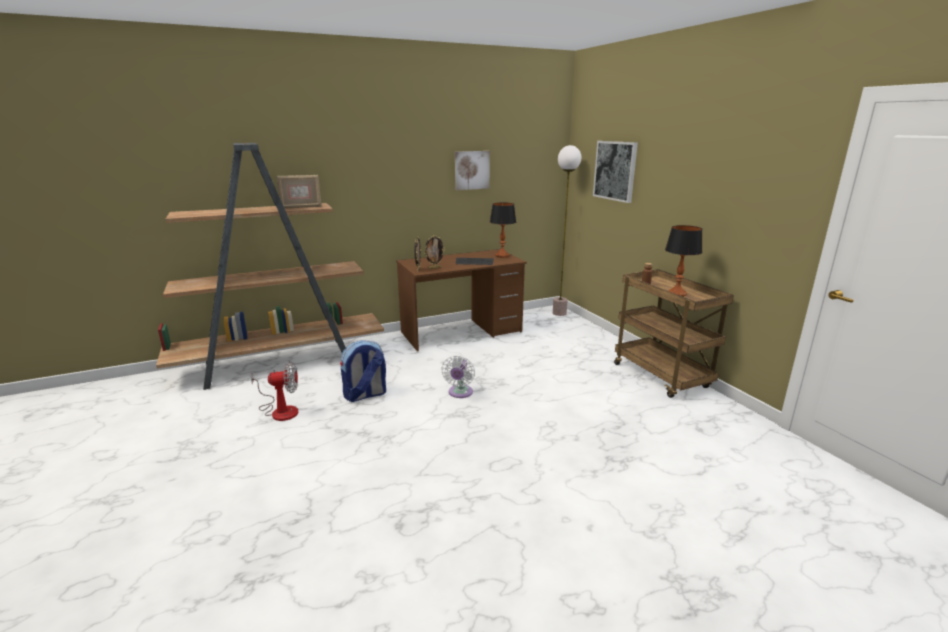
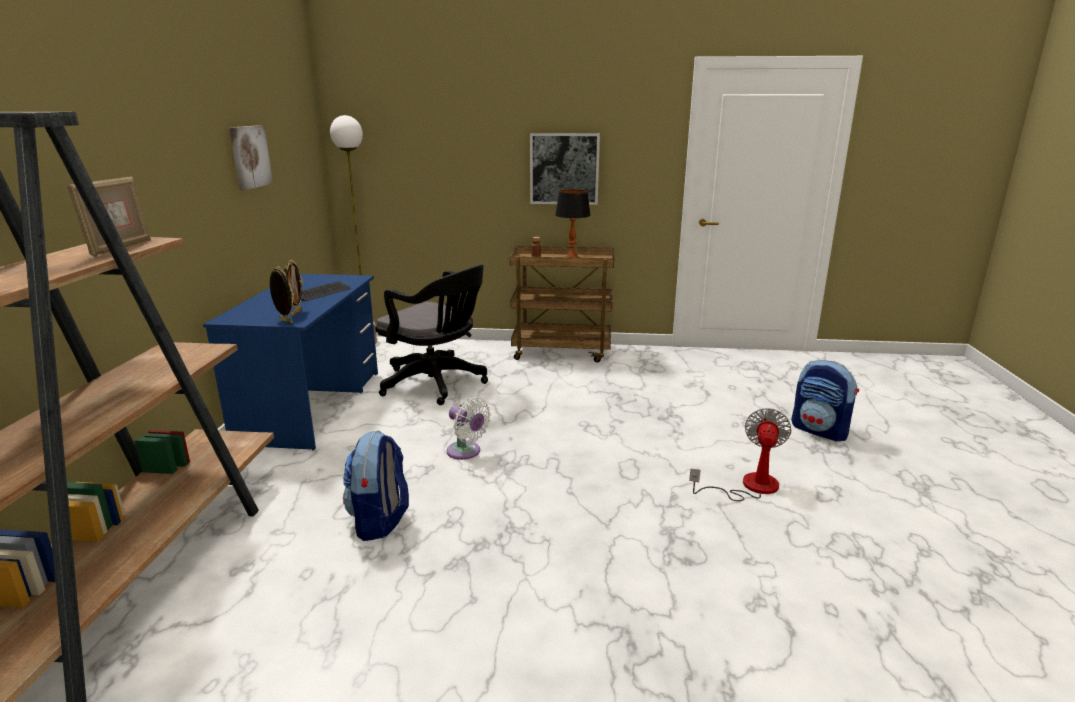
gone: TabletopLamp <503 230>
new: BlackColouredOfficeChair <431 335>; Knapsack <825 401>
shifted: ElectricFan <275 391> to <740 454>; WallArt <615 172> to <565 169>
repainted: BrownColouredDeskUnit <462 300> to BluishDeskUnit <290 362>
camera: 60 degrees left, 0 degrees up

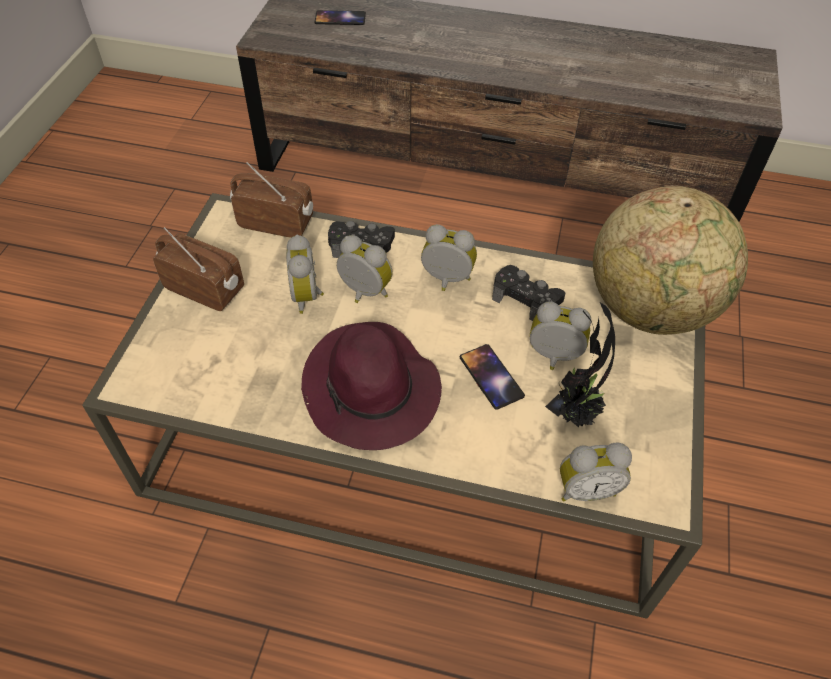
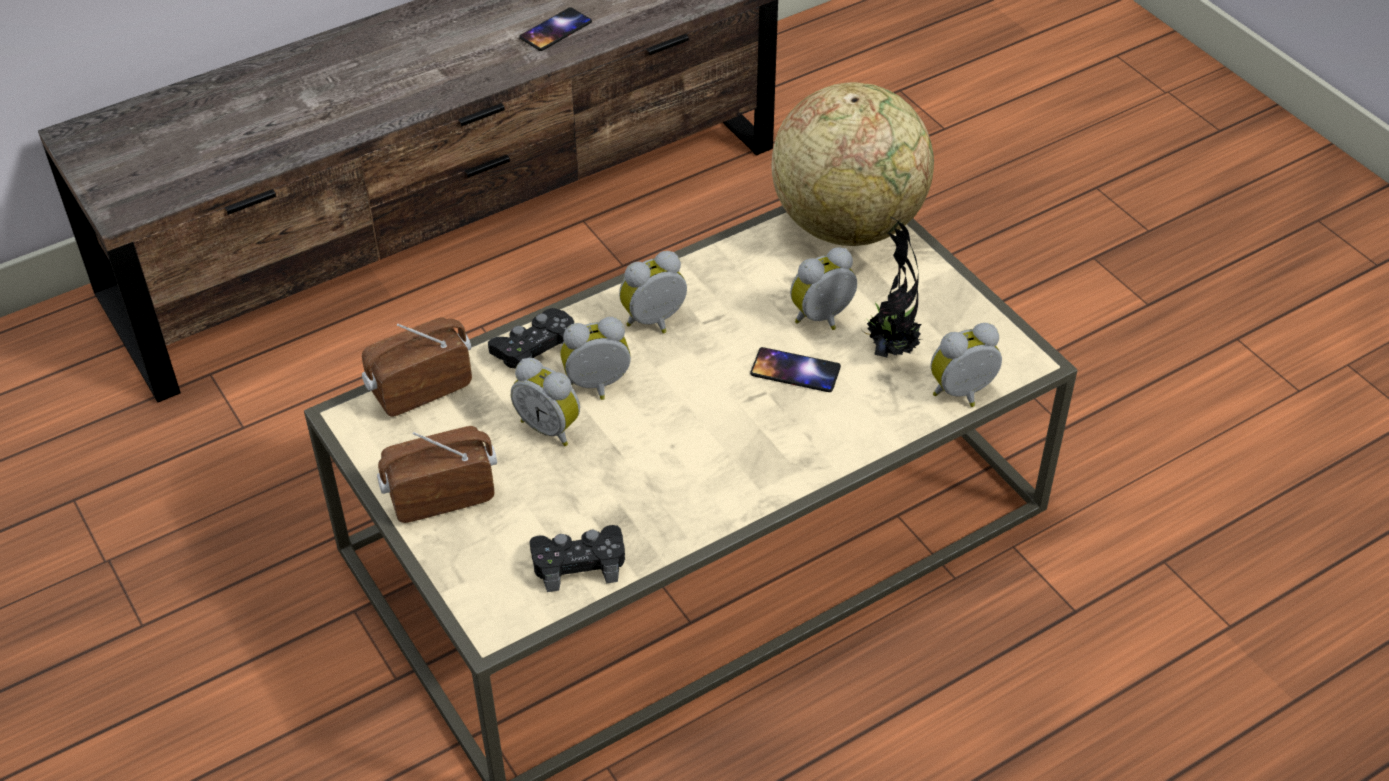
gone: PurpleHat <371 386>
shifted: Handset <340 17> to <555 29>; BlackColouredGameController <528 293> to <577 558>
rotated: AlarmClock <596 471> = <966 365> 150 degrees counterclockwise
camera: 45 degrees left, 5 degrees down

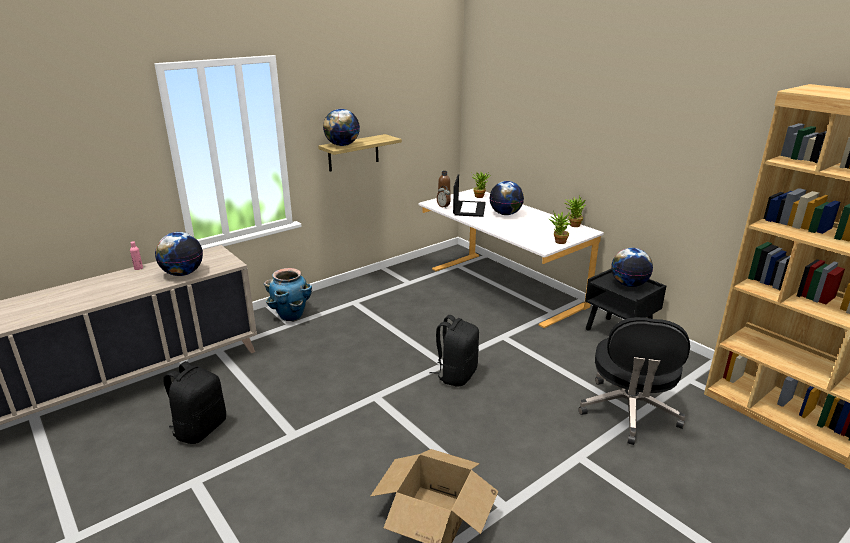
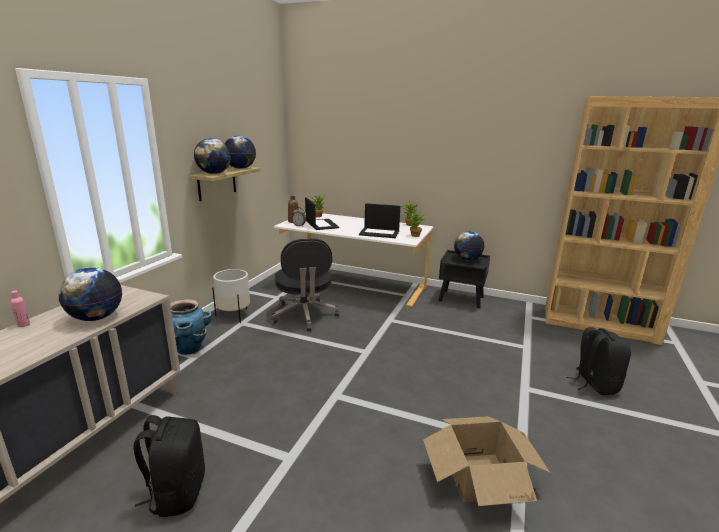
new: WhitePlantPot <231 296>; NotebookComputer <379 220>
shifted: BlackColouredKnapsack <454 350> to <599 361>; DeskGlobe <507 198> to <240 152>; BlackColouredOfficeChair <634 381> to <305 284>
camera: 30 degrees left, 5 degrees down

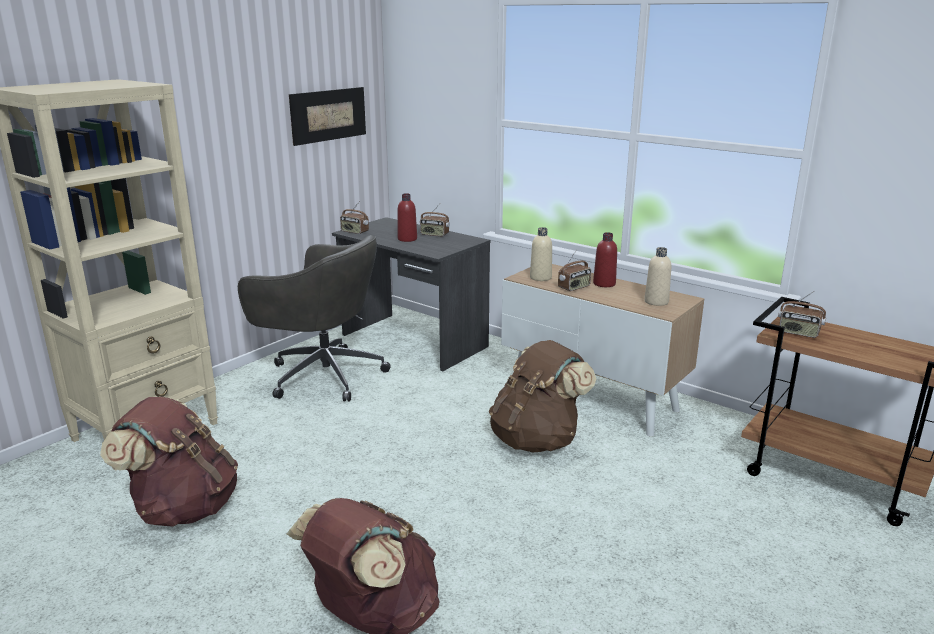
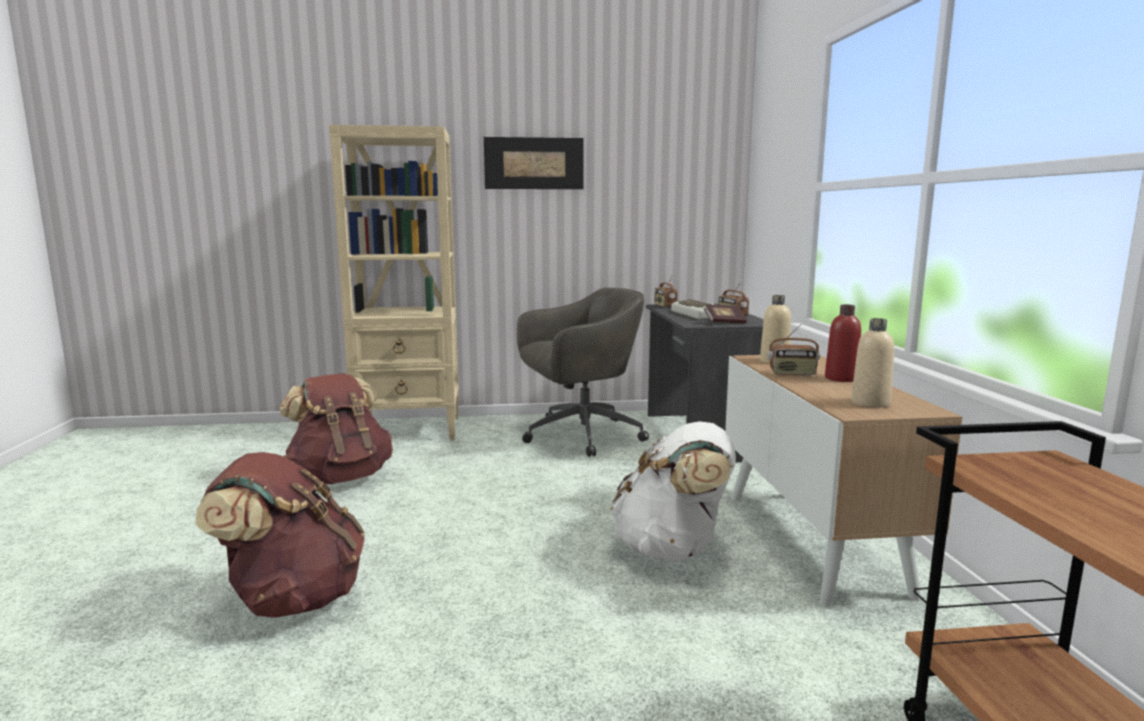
gone: RadioSet <802 314>
new: BoundBook <725 314>
shifted: WallArt <327 116> to <534 163>
swapped: RedColouredBeverageBottle <407 217> to ComputerKeyboard <693 309>
repainted: BrownColouredKnapsack <542 396> to WhiteKnapsack <673 491>
rotated: GreyOfficeChair <314 318> = <583 372> 90 degrees counterclockwise
camera: 45 degrees right, 10 degrees down

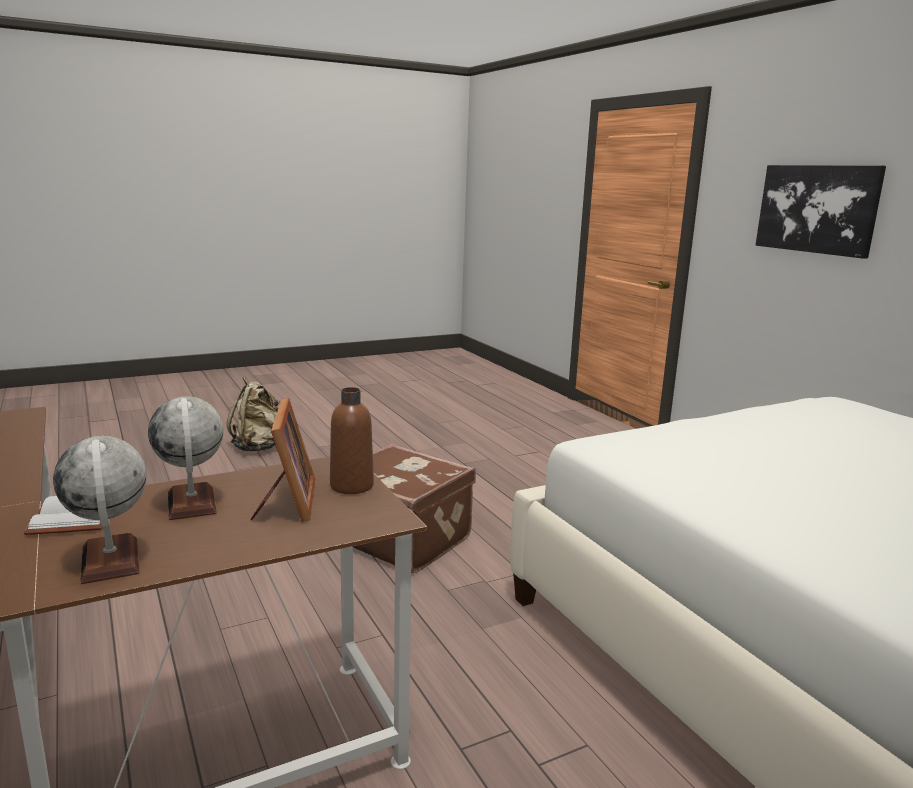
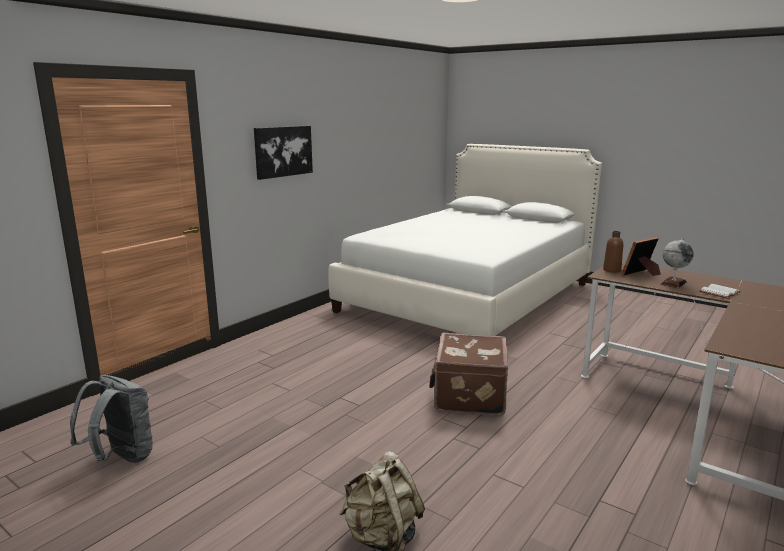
gone: DeskGlobe <99 510>
new: GreyKnapsack <111 419>
camera: 115 degrees left, 0 degrees up

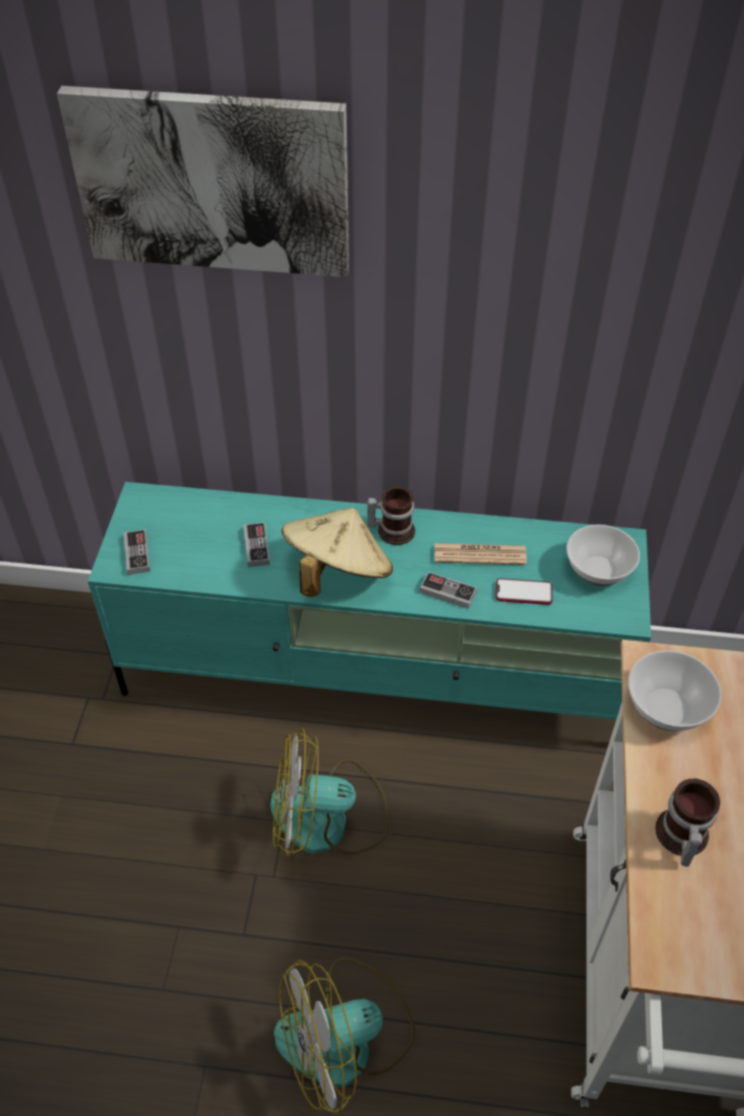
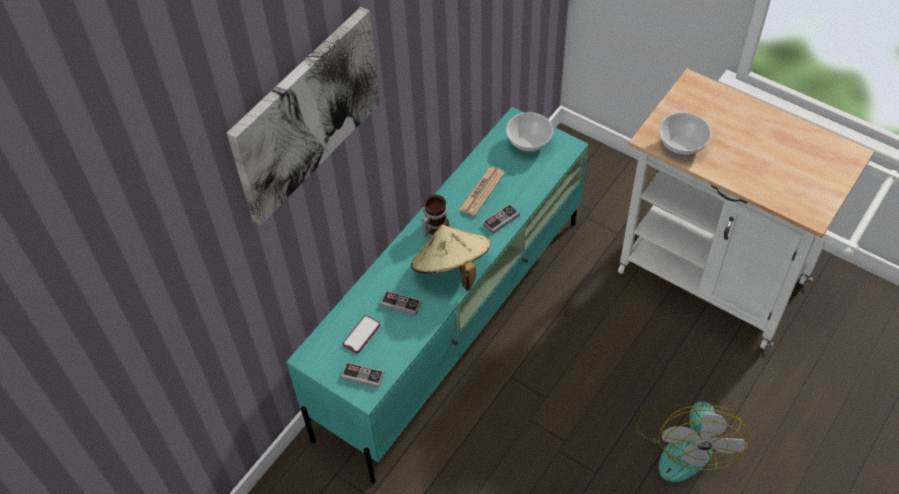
gone: ElectricFan <330 792>; Mug <687 822>
shifted: Handset <524 591> to <361 334>
camera: 60 degrees left, 5 degrees up

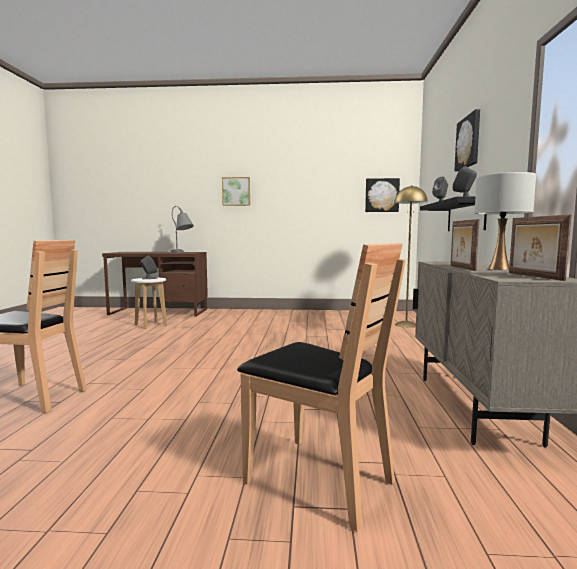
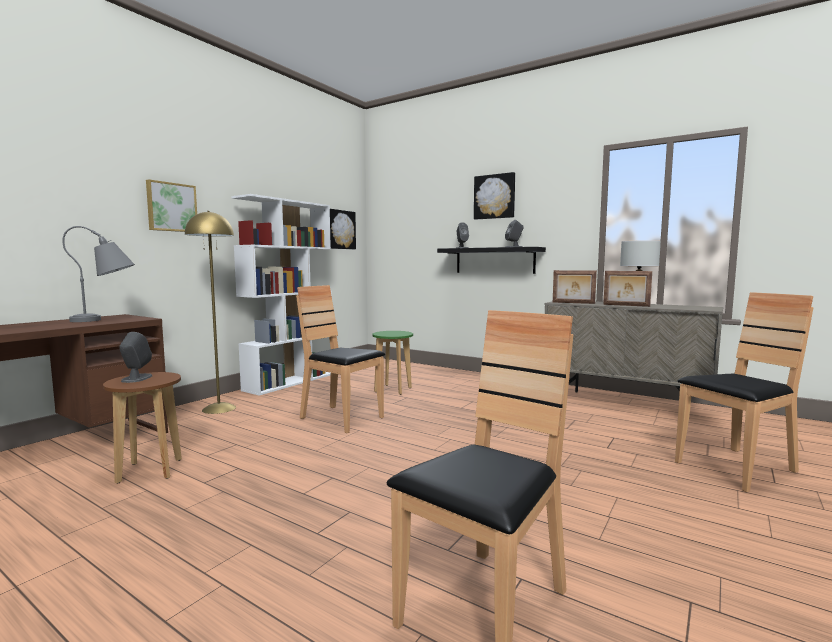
new: WhiteShelvingUnit <281 295>; BrownColouredUprightChair <340 359>; GreenSittingStool <393 363>
shifted: YellowColouredFloorLamp <411 256> to <210 312>; PhotoFrame <540 248> to <575 287>
repainted: WhiteSittingStool <149 303> to BrownColouredSittingStool <142 428>
camera: 60 degrees left, 0 degrees up

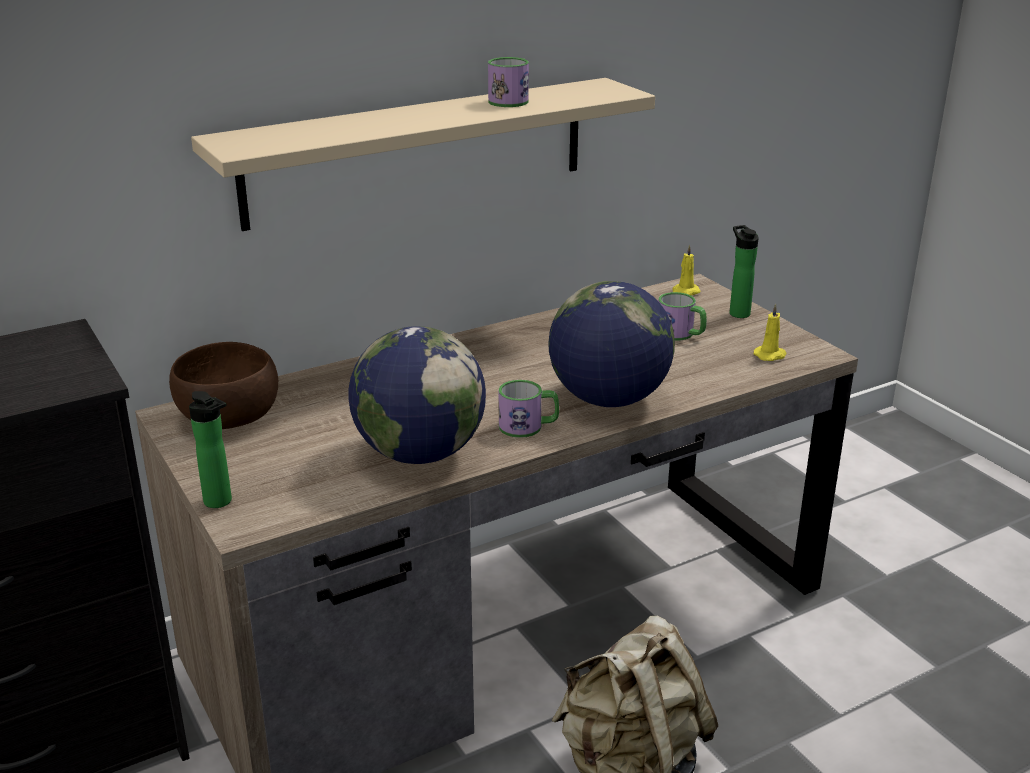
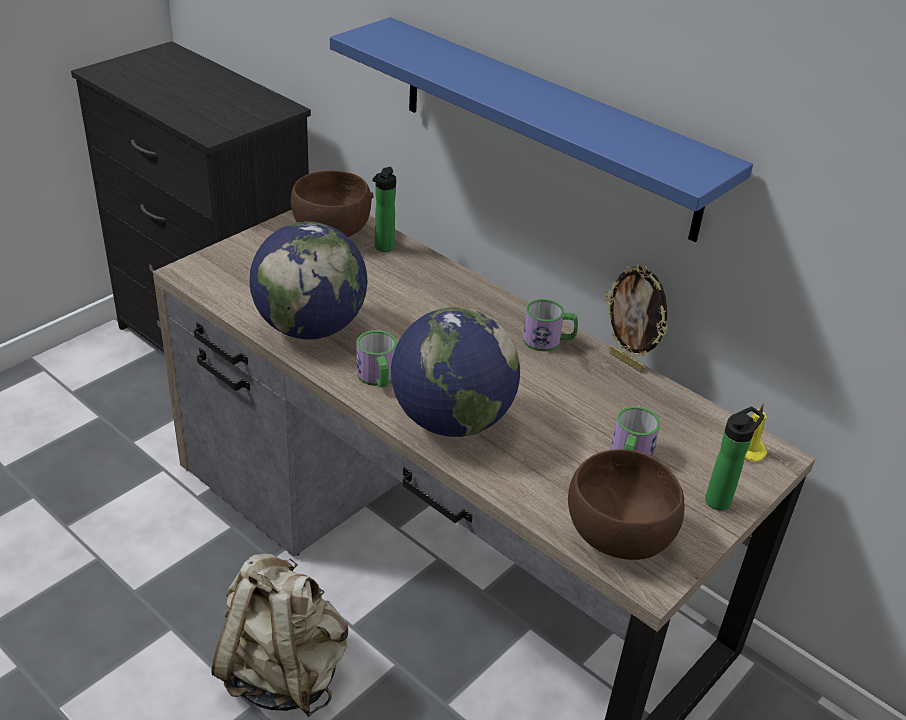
new: PhotoFrame <636 319>
shifted: BeverageBottle <210 449> to <384 209>; Mug <508 82> to <550 325>
swapped: YellowColouredWaxCandle <770 332> to BrownColouredDeepDish <626 504>
repainted: BeigeColouredBracketShelf <423 154> to BluishBracketShelf <541 129>
camera: 70 degrees right, 10 degrees up

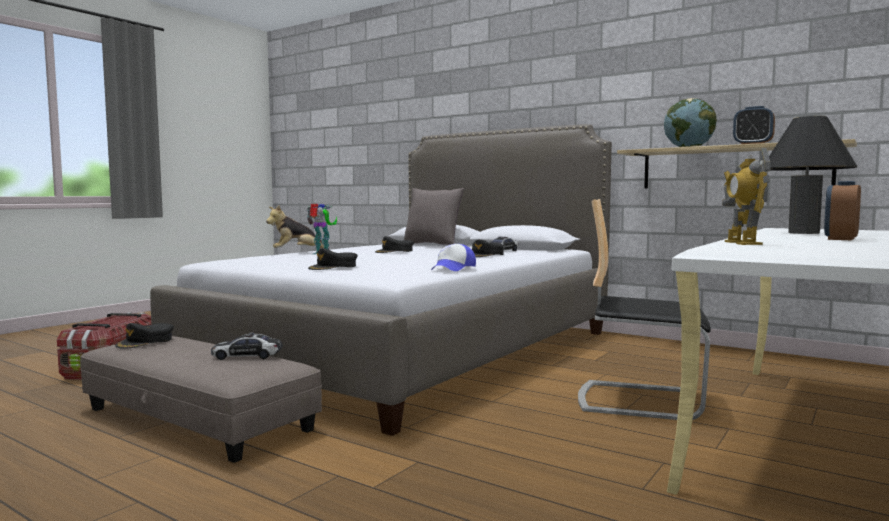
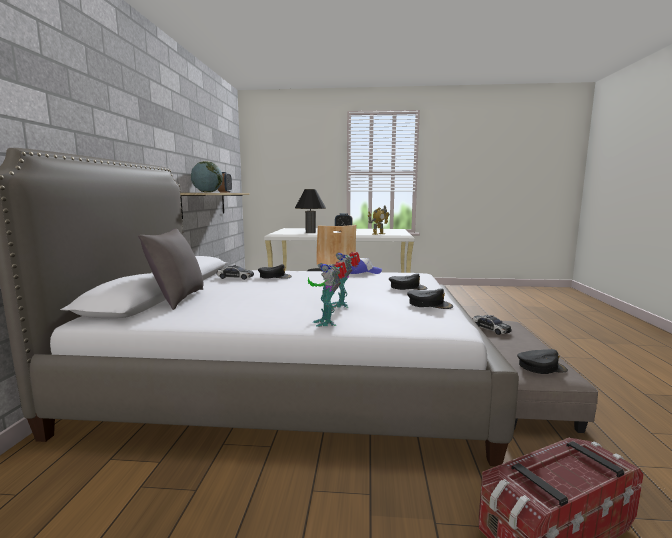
shifted: BlackColouredCap <394 244> to <430 298>
swapped: CuddlyToy <297 227> to ModelRobot <327 294>
camera: 120 degrees left, 5 degrees up

